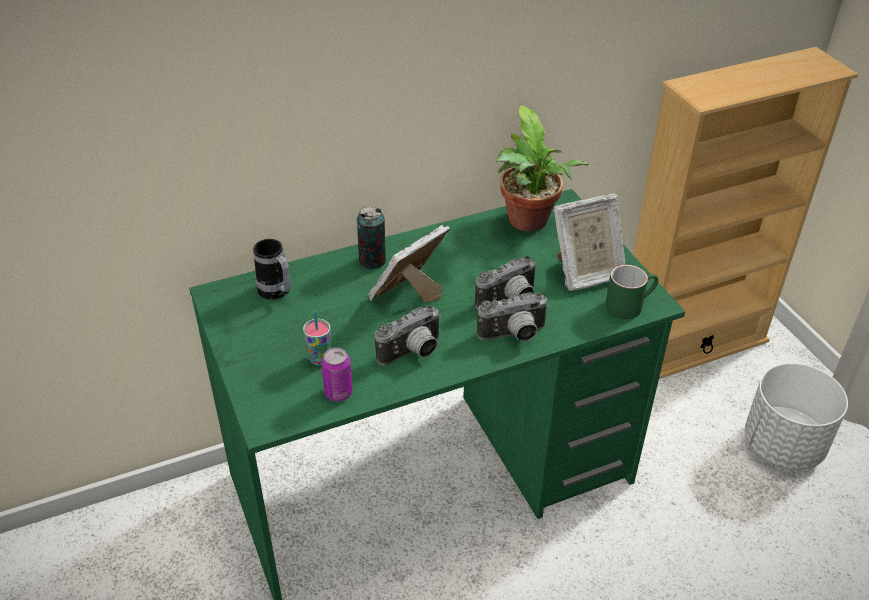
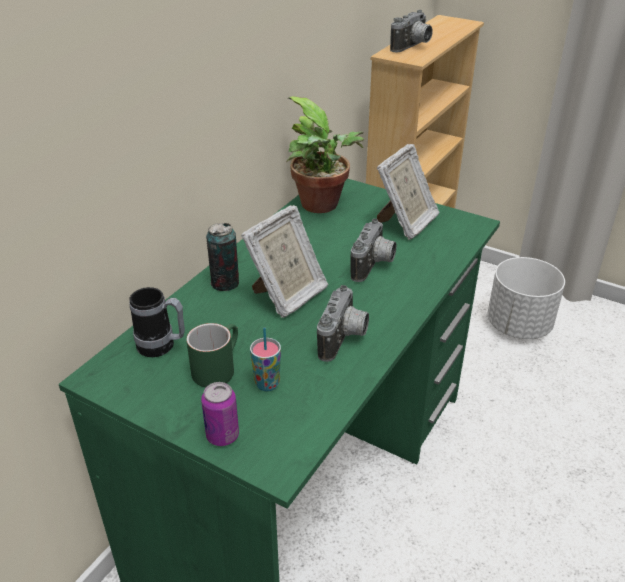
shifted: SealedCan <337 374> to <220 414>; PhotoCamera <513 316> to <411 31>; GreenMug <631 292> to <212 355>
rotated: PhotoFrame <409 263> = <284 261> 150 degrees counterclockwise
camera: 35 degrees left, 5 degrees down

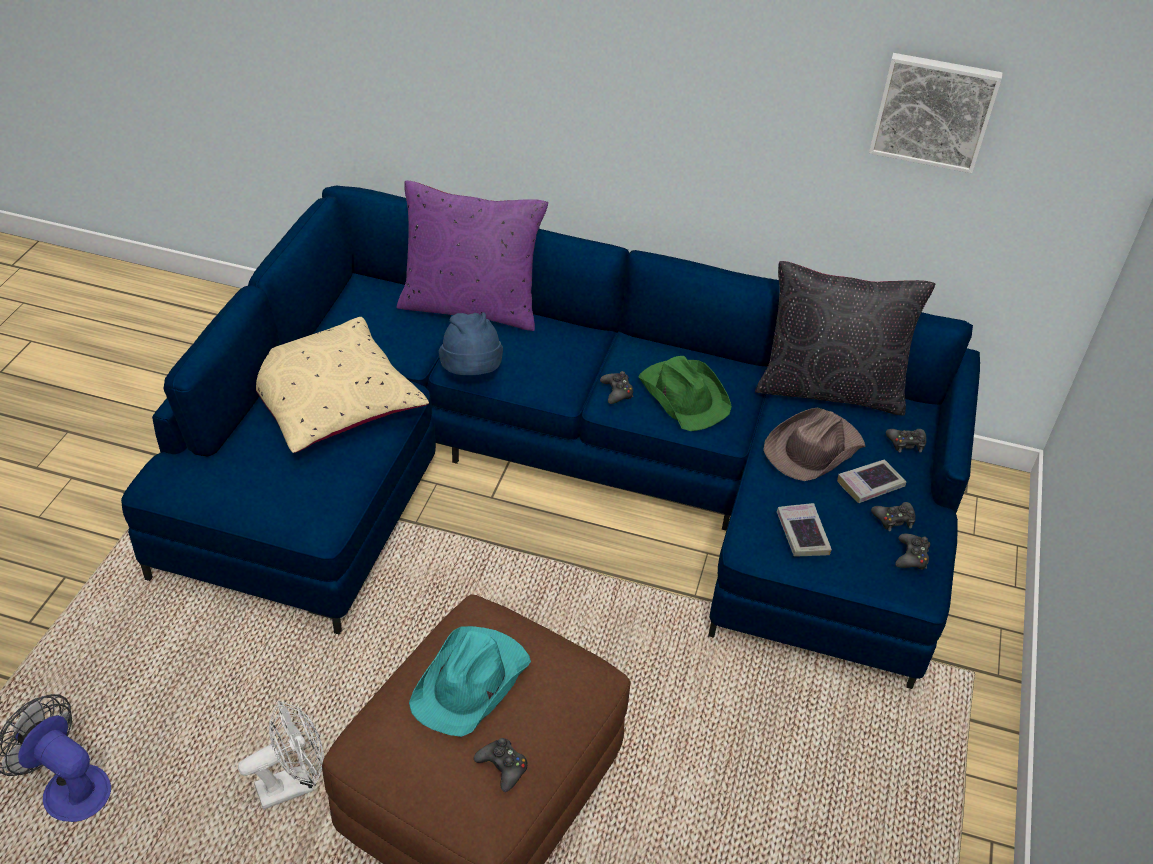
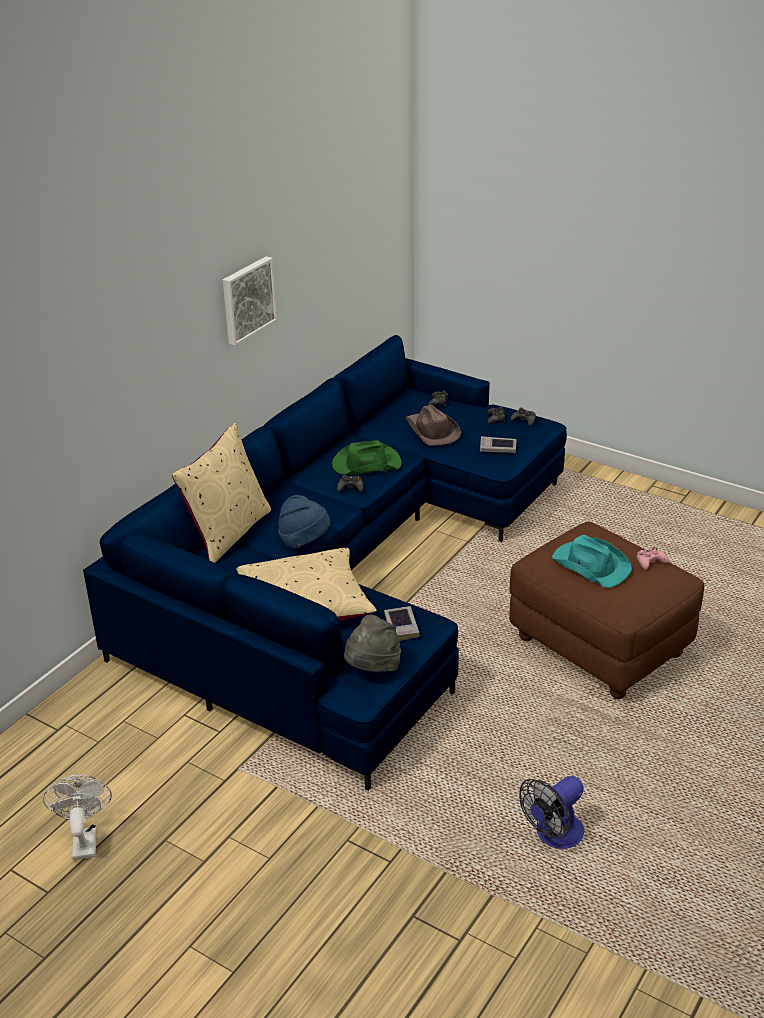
gone: BlackColouredCushion <845 338>
new: GreyHat <372 643>
shifted: WhiteElectricFan <281 755> to <77 817>; BoundBook <871 481> to <402 623>; WallArt <935 113> to <250 301>
repainted: PurpleCushion <472 255> to BeigeColouredCushion <221 493>; BlackColouredGameController <501 765> to PinkGameController <652 558>
camera: 70 degrees left, 10 degrees down

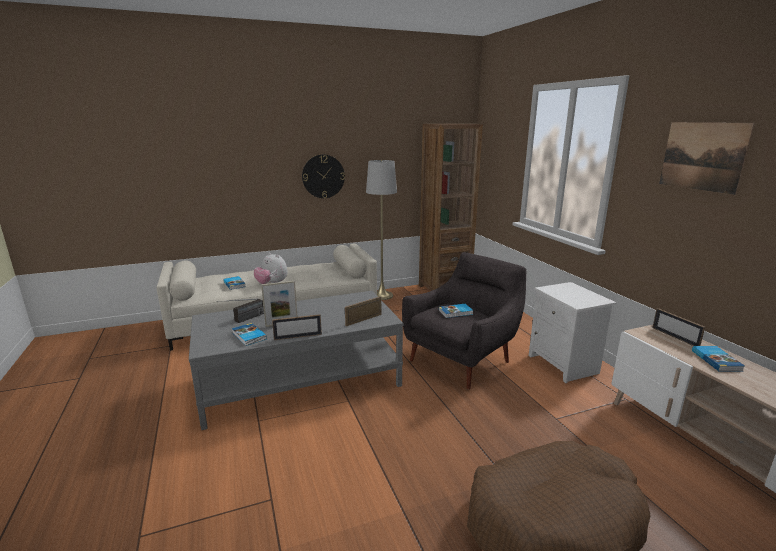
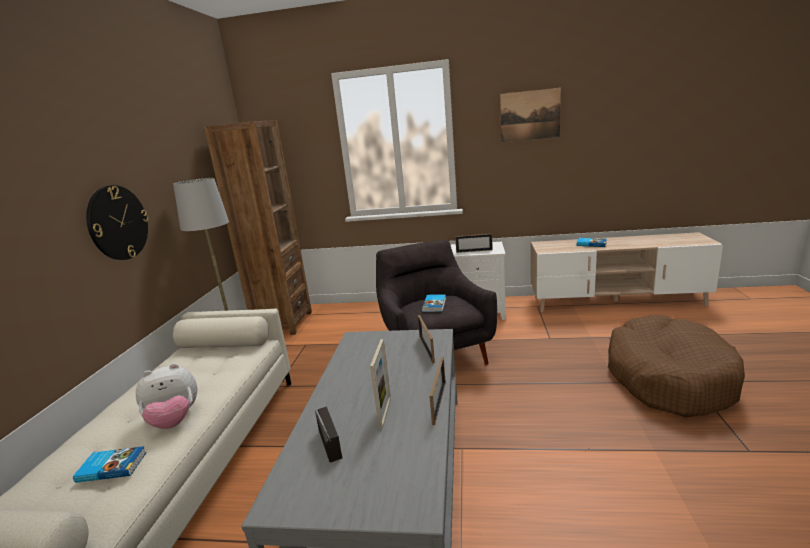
gone: BoundBook <249 334>
shifted: PhotoFrame <678 327> to <474 243>
camera: 60 degrees left, 0 degrees up

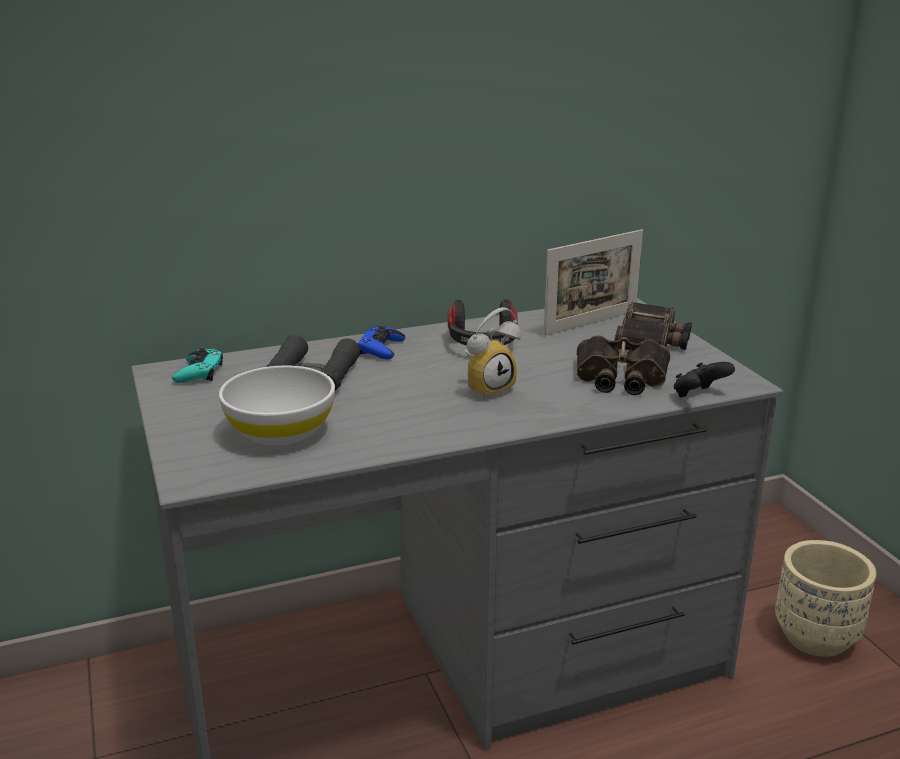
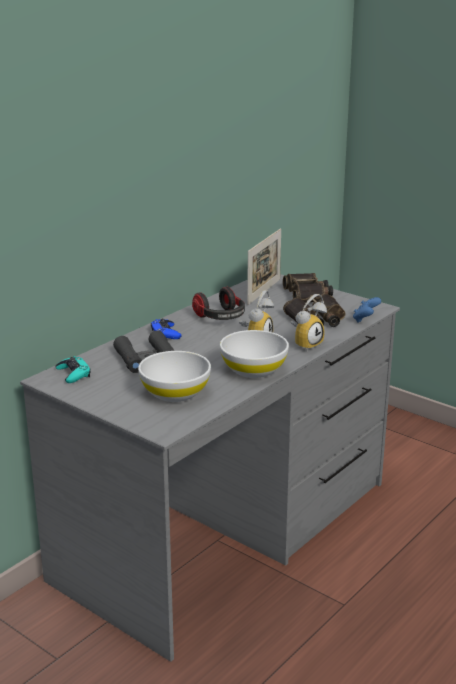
gone: BeigeColouredPlantPot <826 598>
new: WhiteDeepDish <254 354>; AlarmClock <308 322>
repainted: BlackColouredGameController <704 379> to BluishGameController <367 310>
camera: 30 degrees left, 0 degrees up

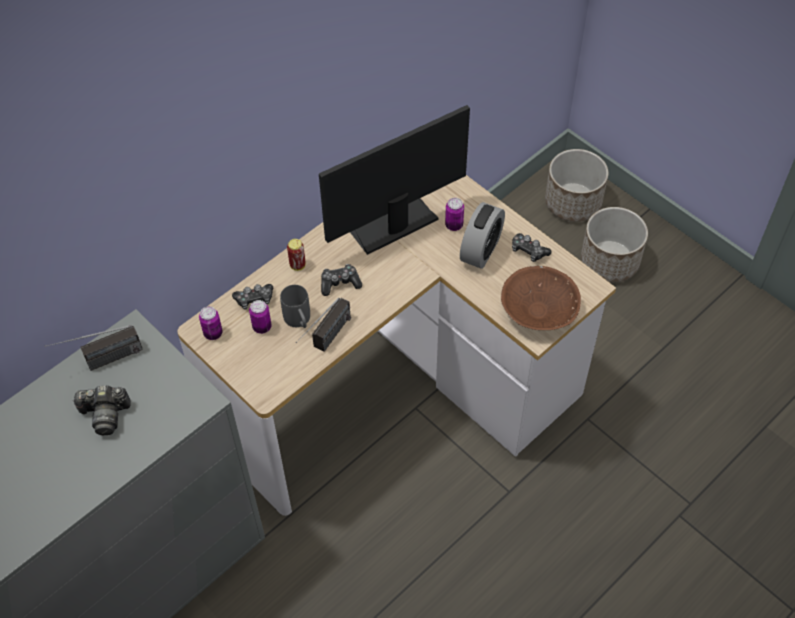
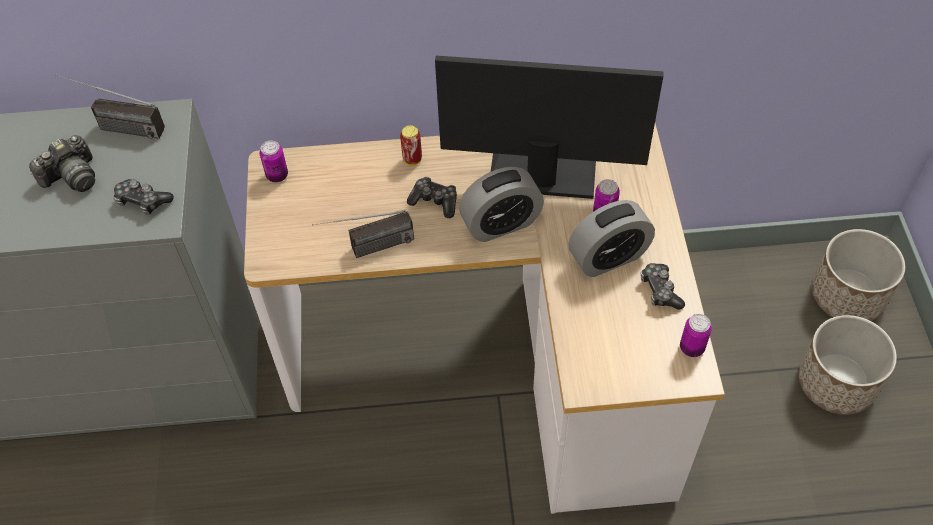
gone: GreyMug <295 306>; BrownColouredDeepDish <541 298>
new: AlarmClock <501 204>
shifted: GameController <252 297> to <144 197>; SealedCan <260 317> to <696 335>
rotated: PhotoCamera <101 410> = <62 163> 75 degrees counterclockwise
camera: 40 degrees right, 0 degrees up

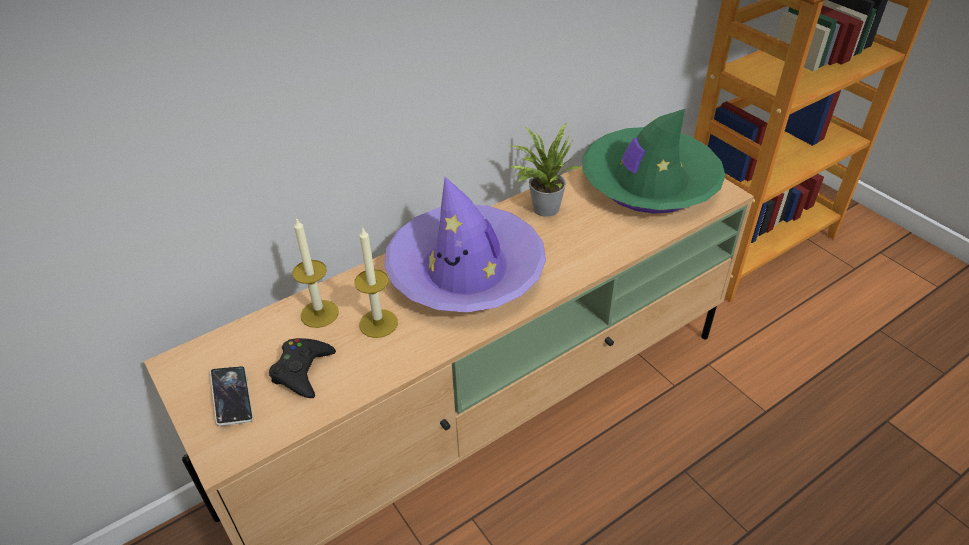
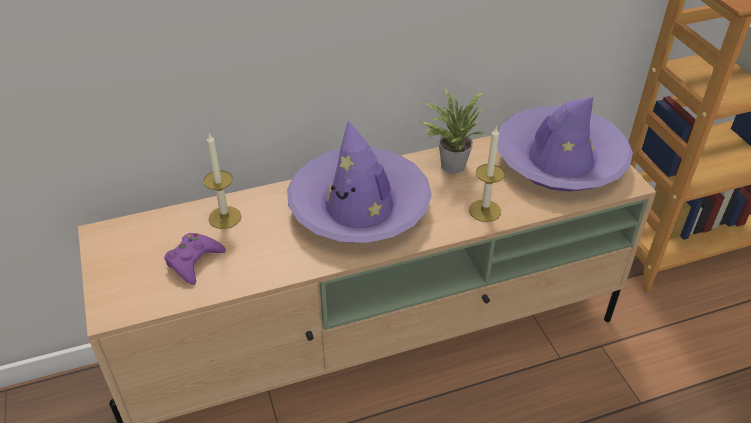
gone: Handset <231 396>
shifted: WaxCandle <376 282> to <486 174>
repainted: BlackColouredGameController <302 368> to PurpleGameController <195 259>; GreenHat <654 161> to PurpleHat <565 144>
camera: 15 degrees right, 0 degrees up

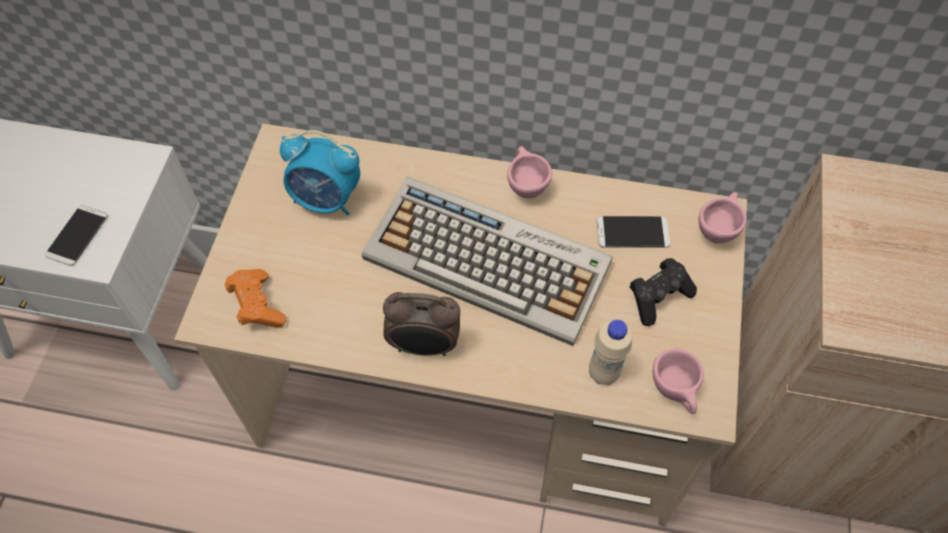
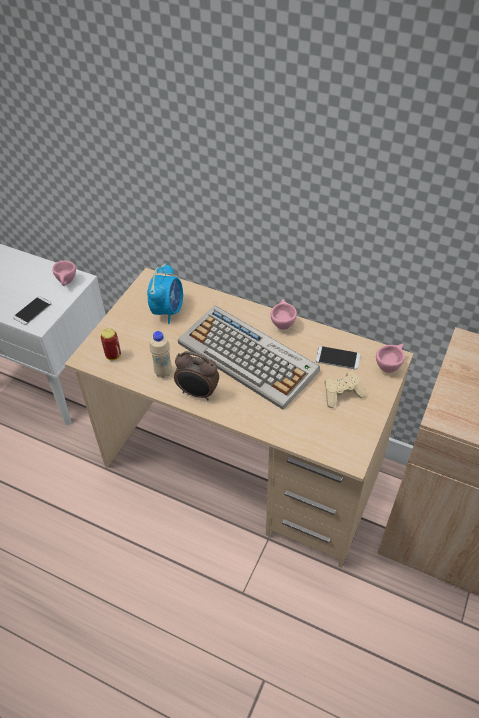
shifted: BeigeColouredBeverageBottle <610 352> to <160 354>; PinkCup <678 381> to <64 273>
swapped: OrangeColouredGameController <255 298> to SealedCan <111 344>
repainted: BlackColouredGameController <663 292> to BeigeColouredGameController <345 389>
rotated: AlarmClock <320 172> = <165 293> 105 degrees counterclockwise
camera: 15 degrees right, 10 degrees down

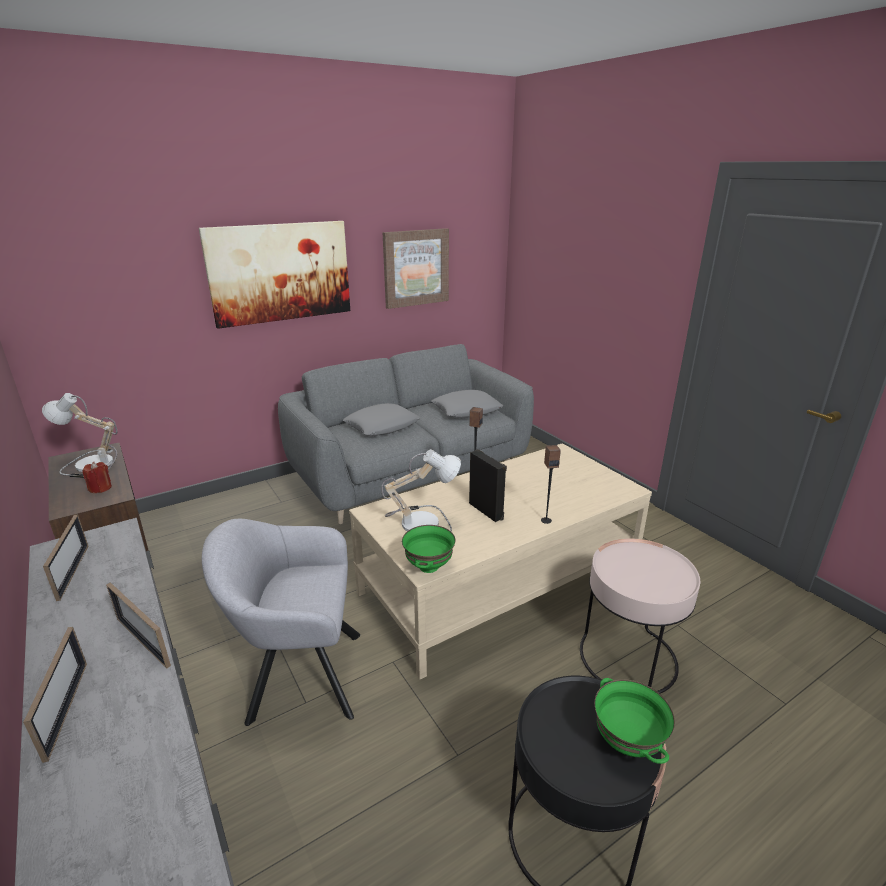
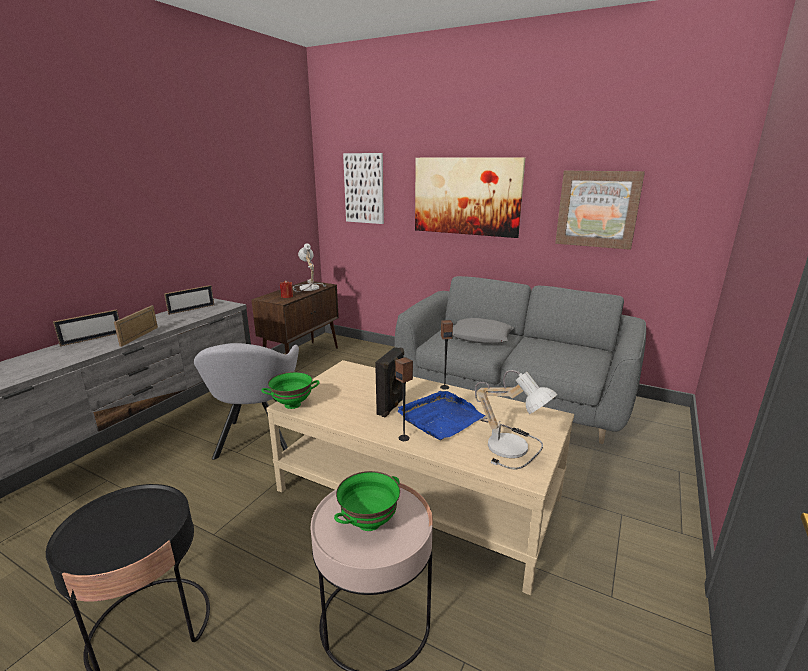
gone: GreyCushion <467 404>
new: WallArt <363 188>; BluishCarryingTray <441 415>
shifted: TabletopLamp <421 490> to <516 419>; GreenDeepDish <635 721> to <367 501>
rotated: GreyLoungeChair <281 622> = <246 401> 150 degrees counterclockwise
camera: 60 degrees right, 5 degrees down

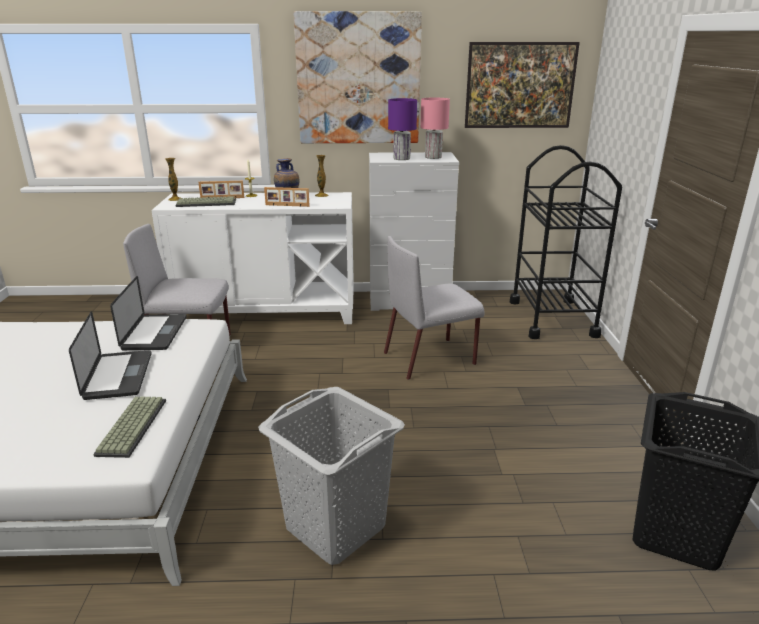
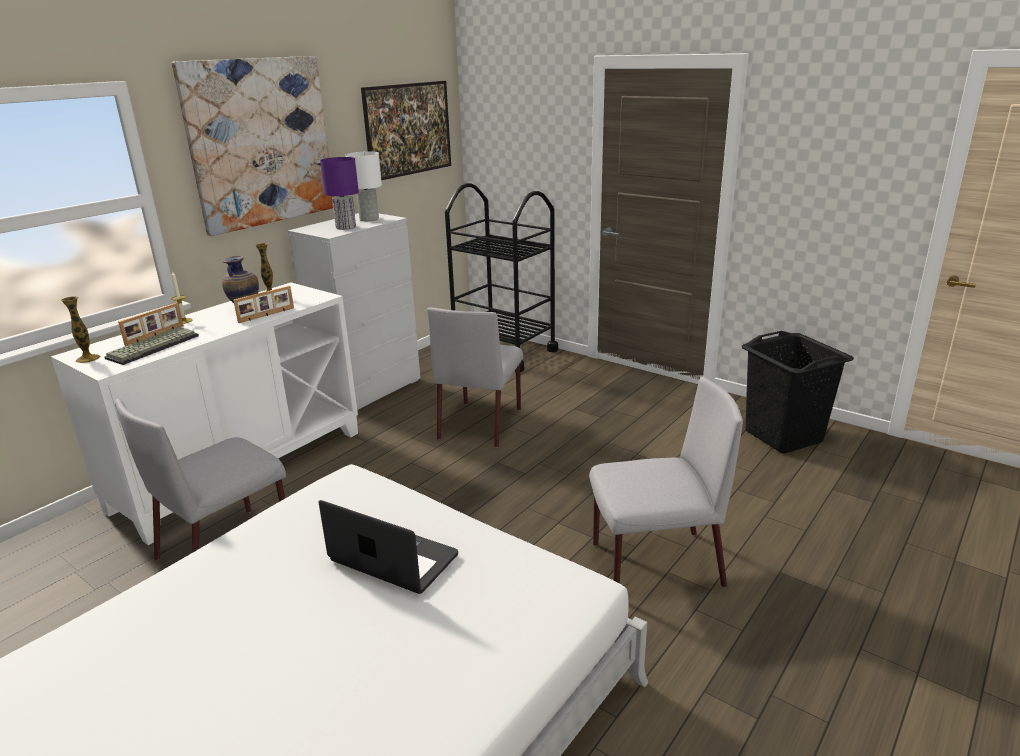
gone: ComputerKeyboard <129 427>; NotebookComputer <148 313>
swapped: GreyLaundryBasket <331 476> to GreyUprightChair <666 482>
repainted: PinkTabletopLamp <435 128> to WhiteTabletopLamp <364 186>
camera: 50 degrees left, 0 degrees up

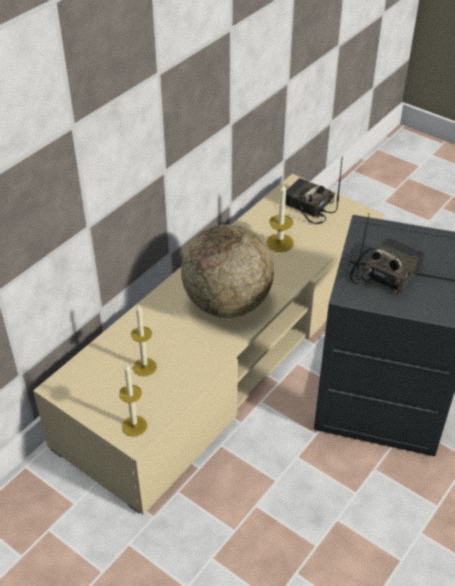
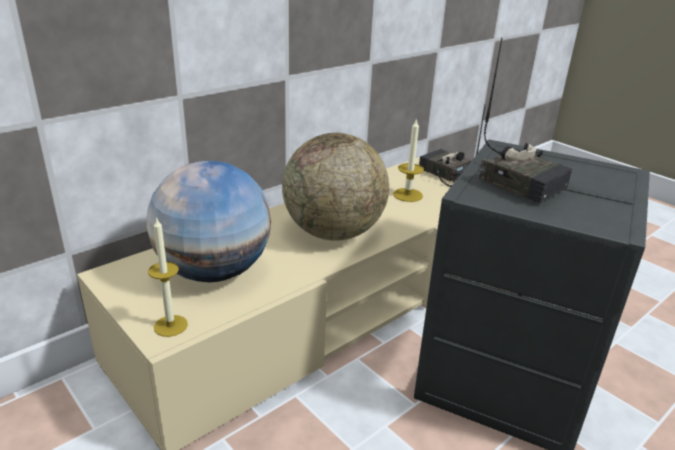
swapped: WaxCandle <144 340> to DeskGlobe <209 221>
rotated: RadioSet <387 254> = <525 120> 90 degrees clockwise
camera: 10 degrees right, 15 degrees down

